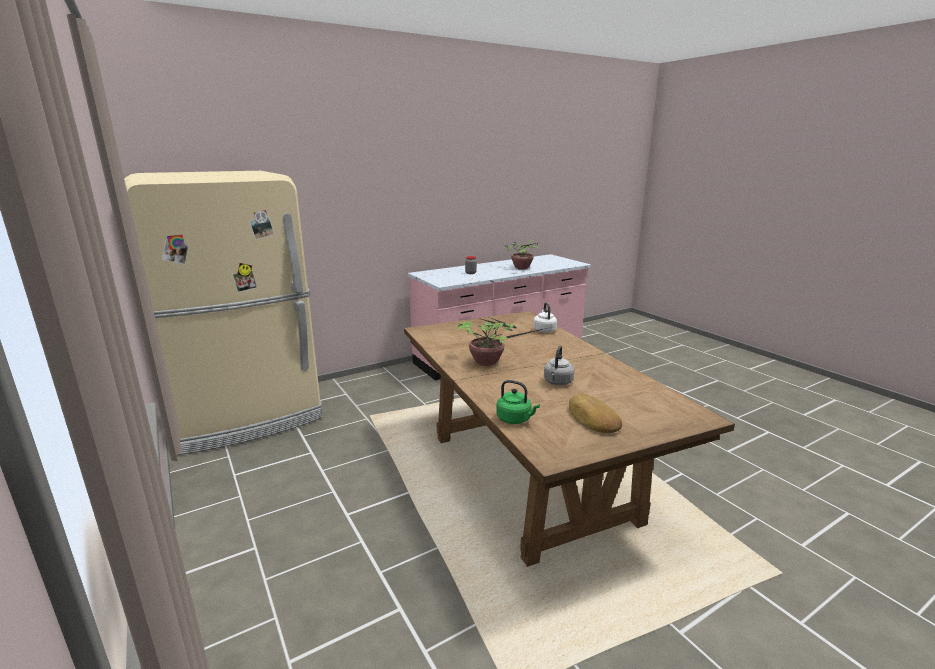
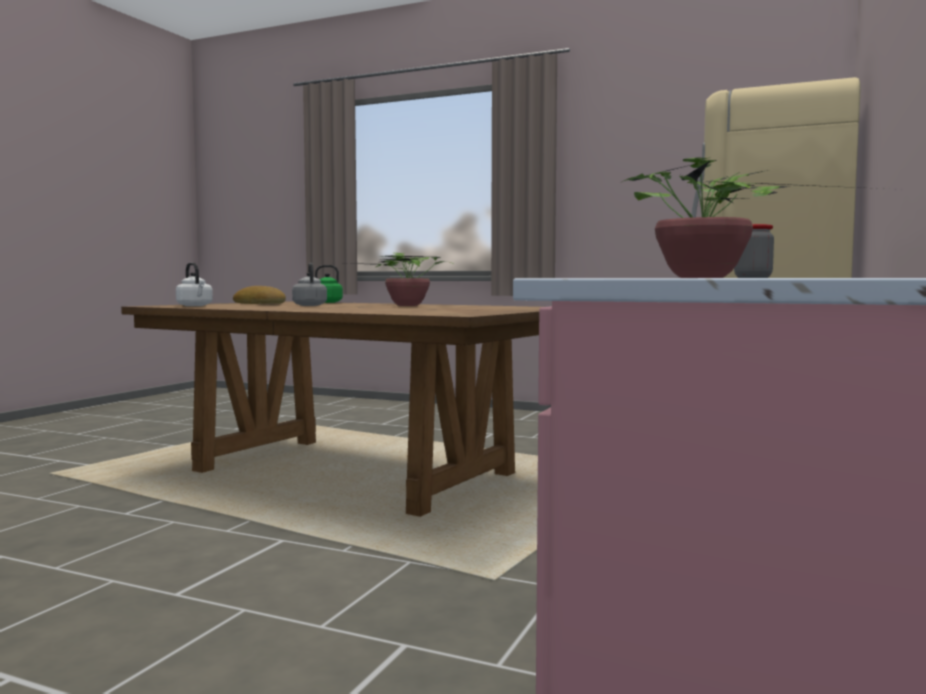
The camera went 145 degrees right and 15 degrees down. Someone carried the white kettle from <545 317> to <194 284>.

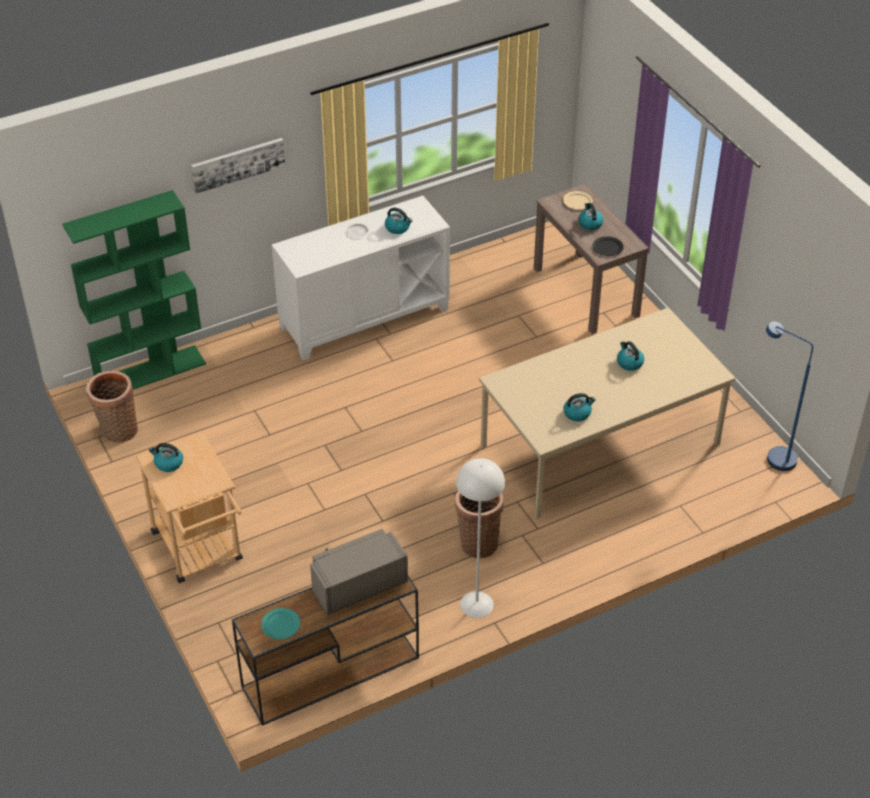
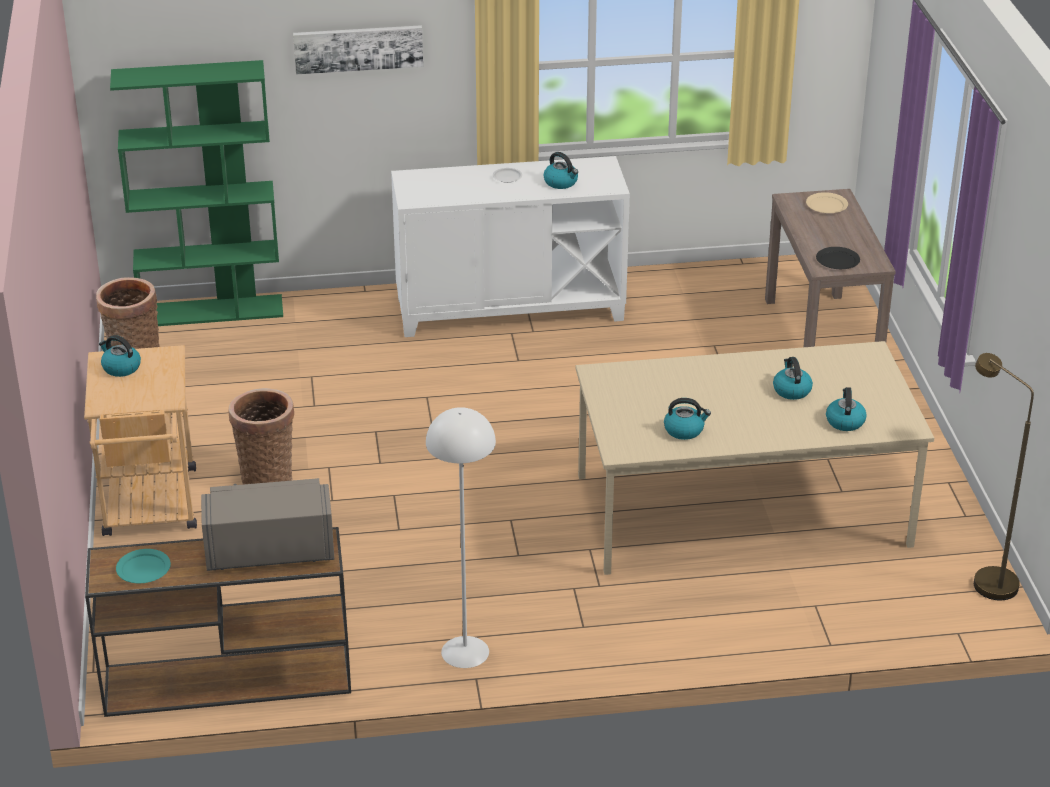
The camera went 20 degrees right and 10 degrees down. Someone carried the kettle from <590 216> to <846 409>. Someone repainted the blue floor lamp at <789 396>, which became the brown floor lamp at <1004 476>. Someone carried the basket from <479 524> to <261 436>.

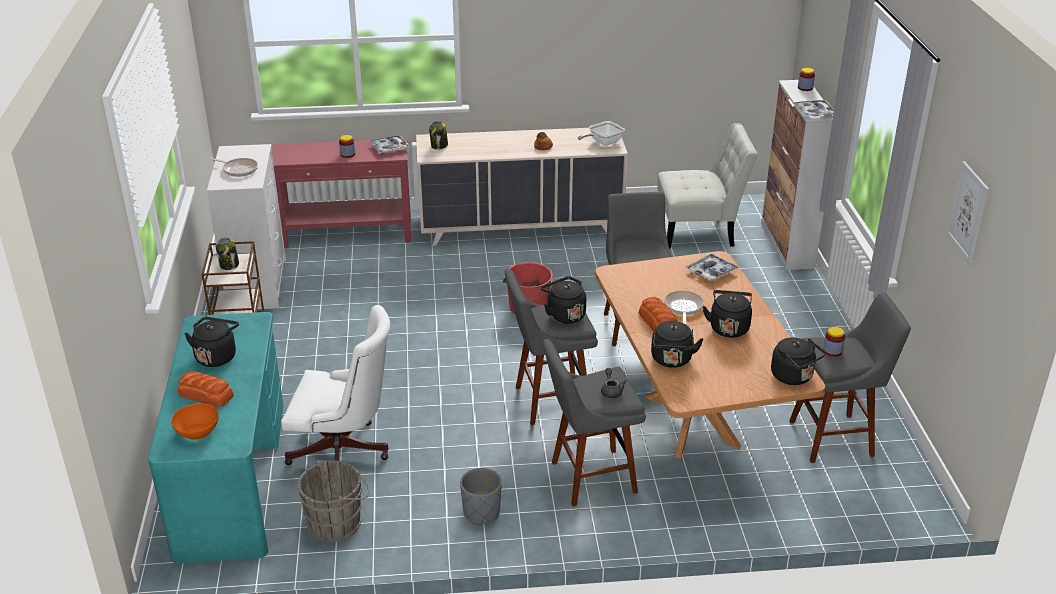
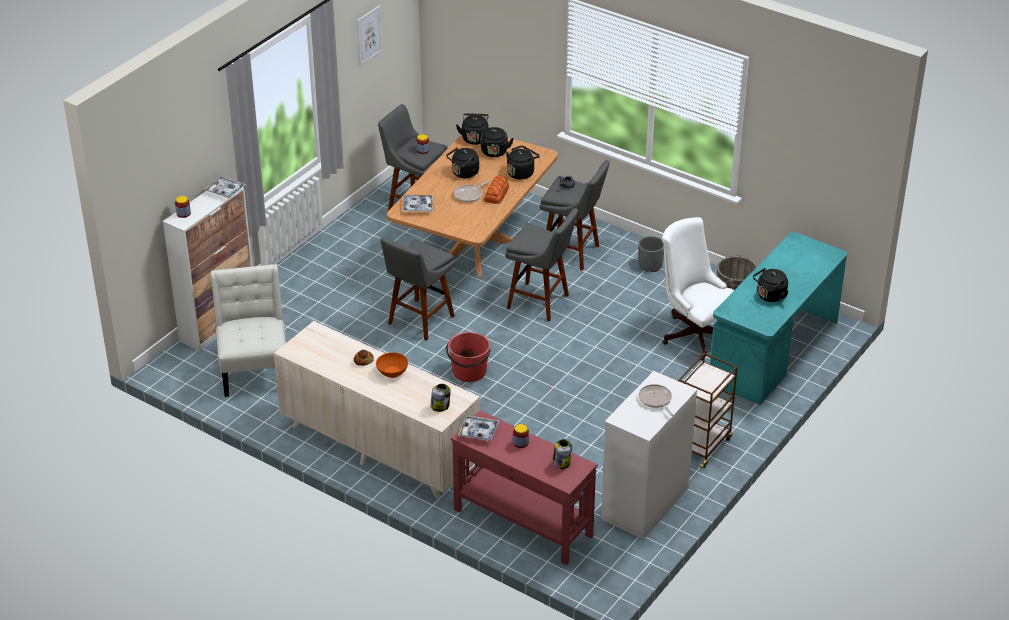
The camera went 140 degrees left and 5 degrees up. Someone took away the frying pan at <601 133>. Someone rotated the white chair at <708 186> by 45 degrees clockwise. Someone carried the jar from <227 253> to <562 454>. Someone carried the black kettle from <563 300> to <497 142>. Someone took away the bread at <206 389>. Someone carried the orange bowl from <195 421> to <392 365>.

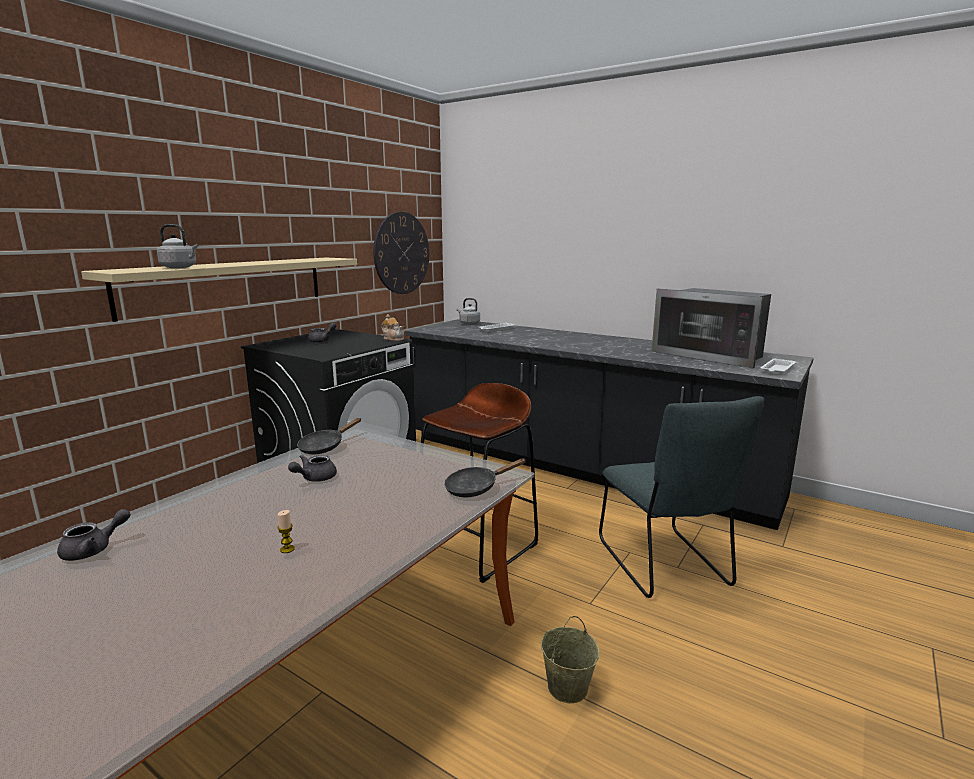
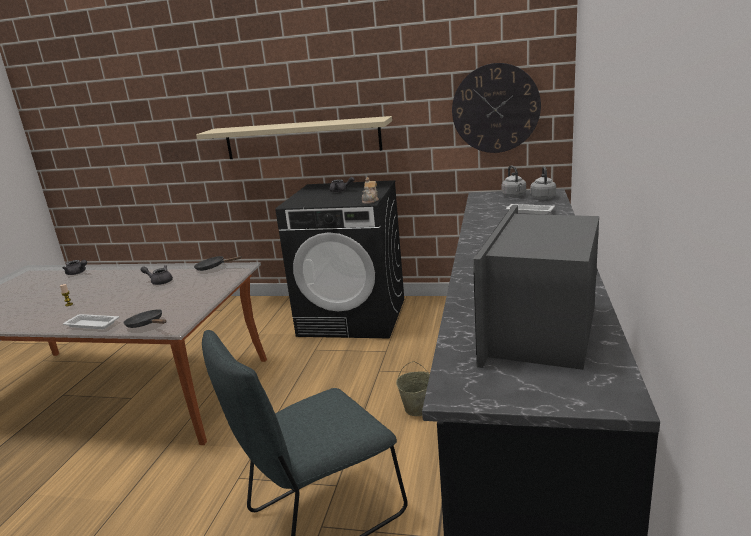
The camera went 70 degrees right and 5 degrees up. Someone carried the grey kettle from <178 246> to <513 181>. Someone carried the white tray from <778 366> to <91 321>. Someone took away the brown stool at <479 483>. Someone carried the beige bucket from <570 659> to <413 388>.

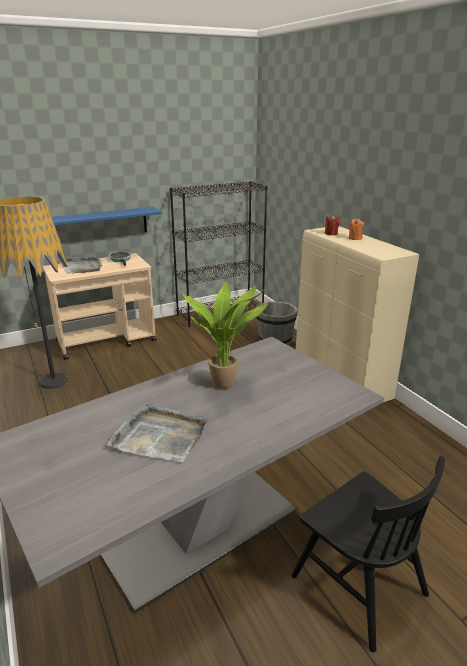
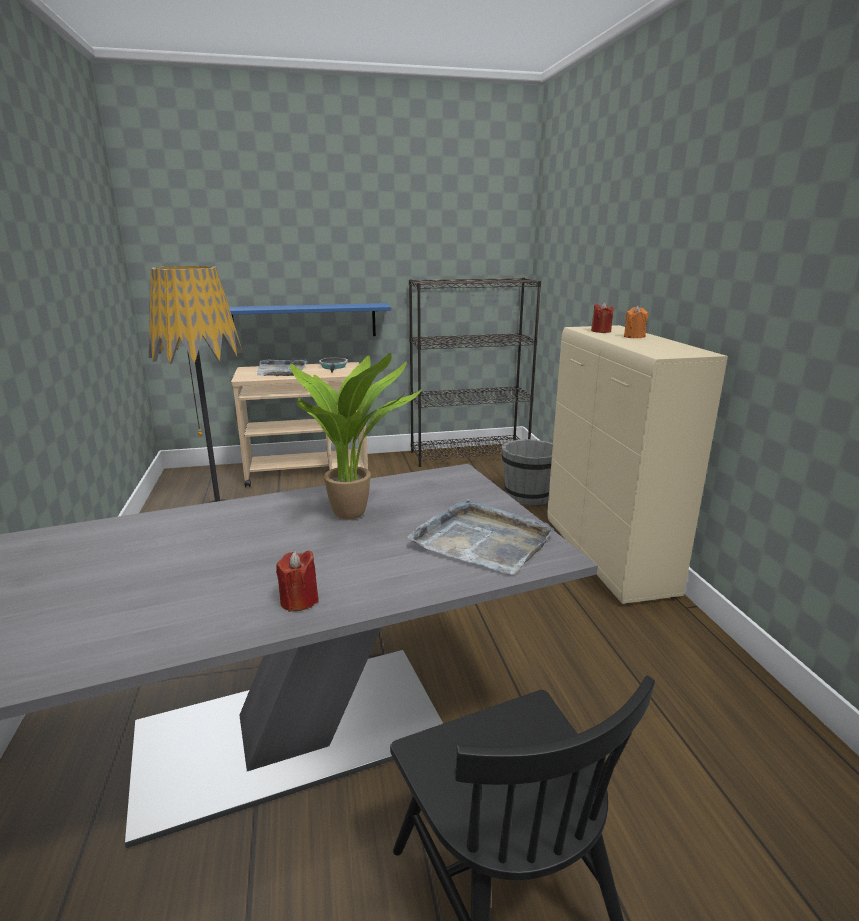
The camera went 15 degrees right and 5 degrees down. Someone carried the grey tray from <157 432> to <480 536>. Someone put down the red candle at <297 581>.

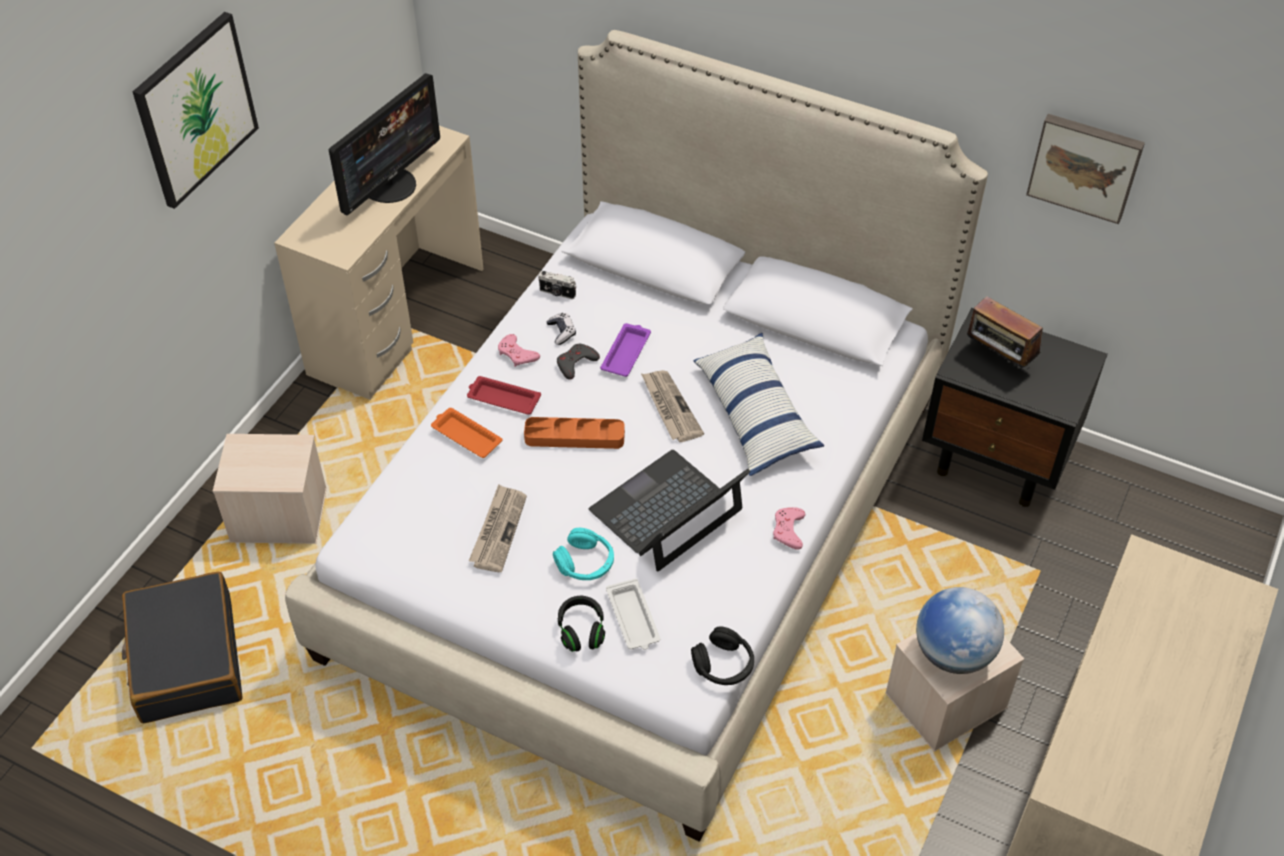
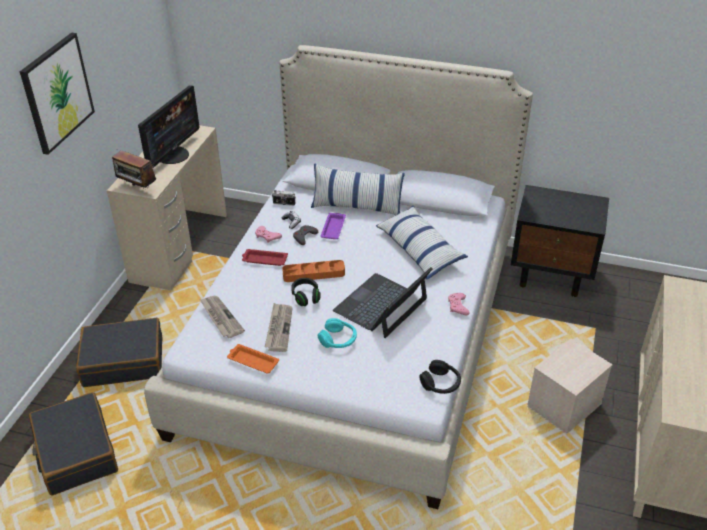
The camera went 10 degrees left and 10 degrees down. Someone took away the picture at <1085 169>. Someone carried the radio from <1005 333> to <134 169>. Someone carried the newspaper from <672 406> to <222 317>. Someone carried the orange tray from <467 433> to <253 359>. Someone swapped the beige storage box at <270 489> for the black suitcase at <119 352>. Someone took away the white tray at <633 614>. Someone took away the globe at <960 630>. Someone carried the black headphones from <581 624> to <306 292>. Someone put down the pillow at <358 189>.

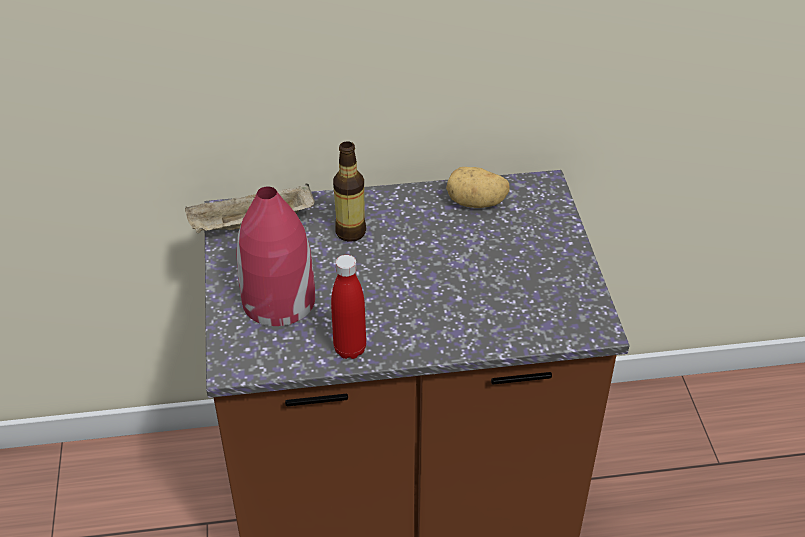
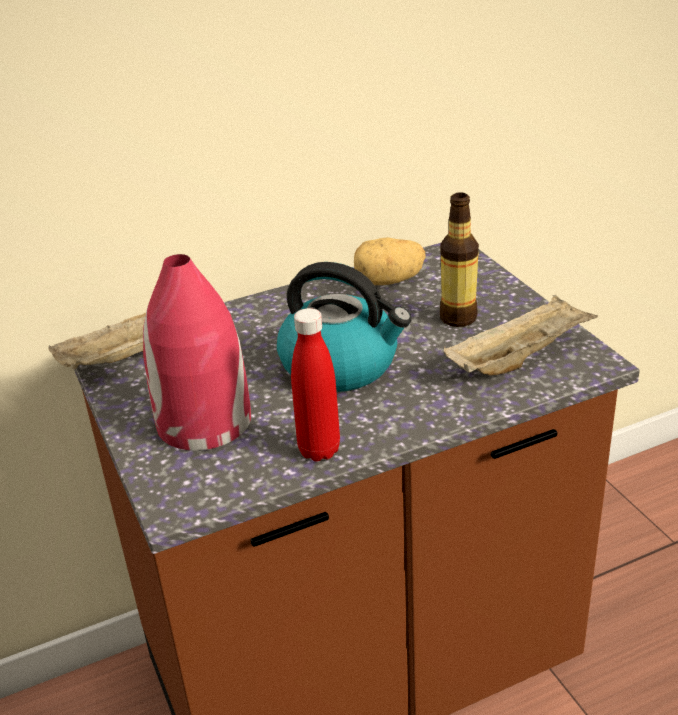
The camera went 15 degrees left and 10 degrees down. Someone carried the bottle from <349 191> to <459 259>. Someone put down the kettle at <344 327>. Someone put down the beige tray at <521 335>.

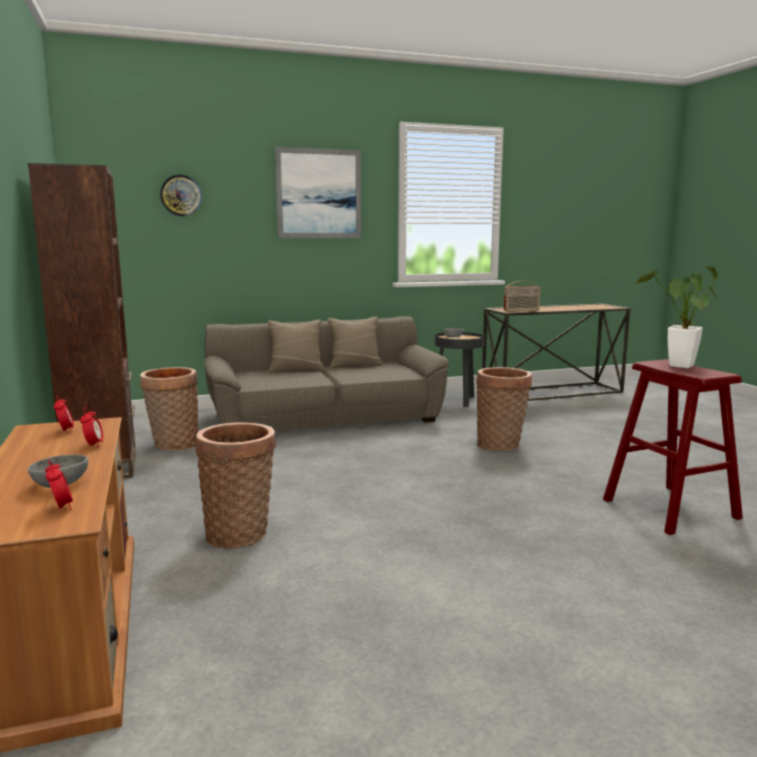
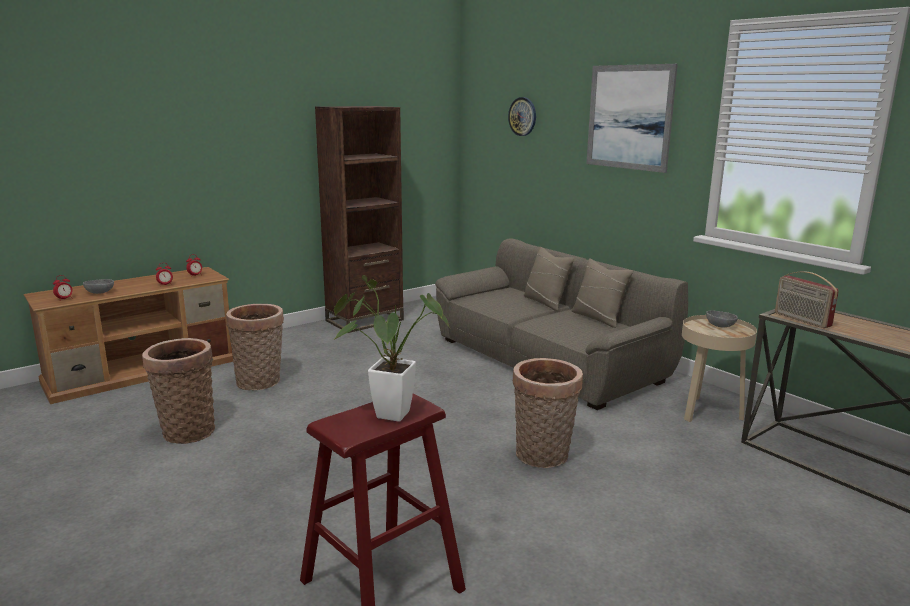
The camera went 70 degrees right and 5 degrees up. Someone repainted the black side table at <459 369>, which became the beige side table at <719 368>. Someone carried the basket from <169 408> to <178 391>.

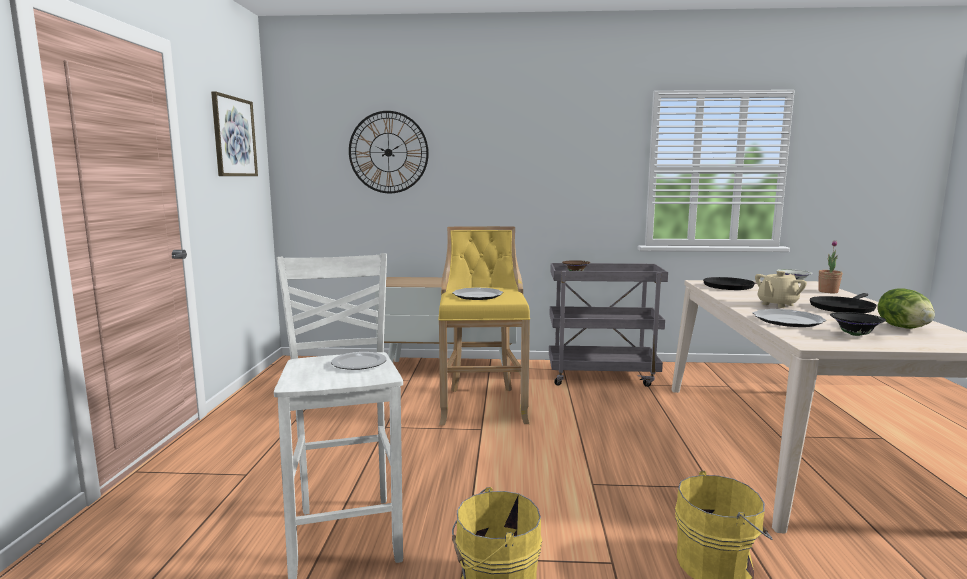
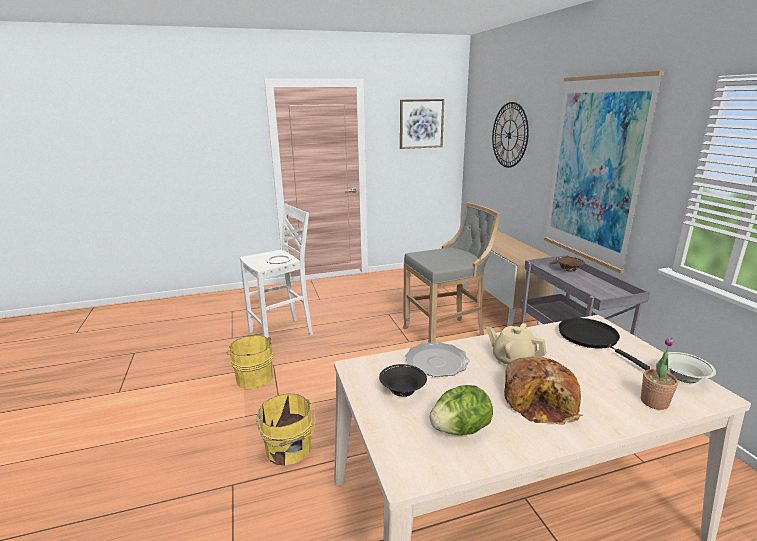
The camera went 70 degrees right and 10 degrees up. Someone repainted the yellow stool at <484 326>, which became the grey stool at <451 273>. Someone took away the plate at <477 293>. Someone swapped the black frying pan at <843 303> for the bread at <543 390>. Someone put up the picture at <604 172>.

